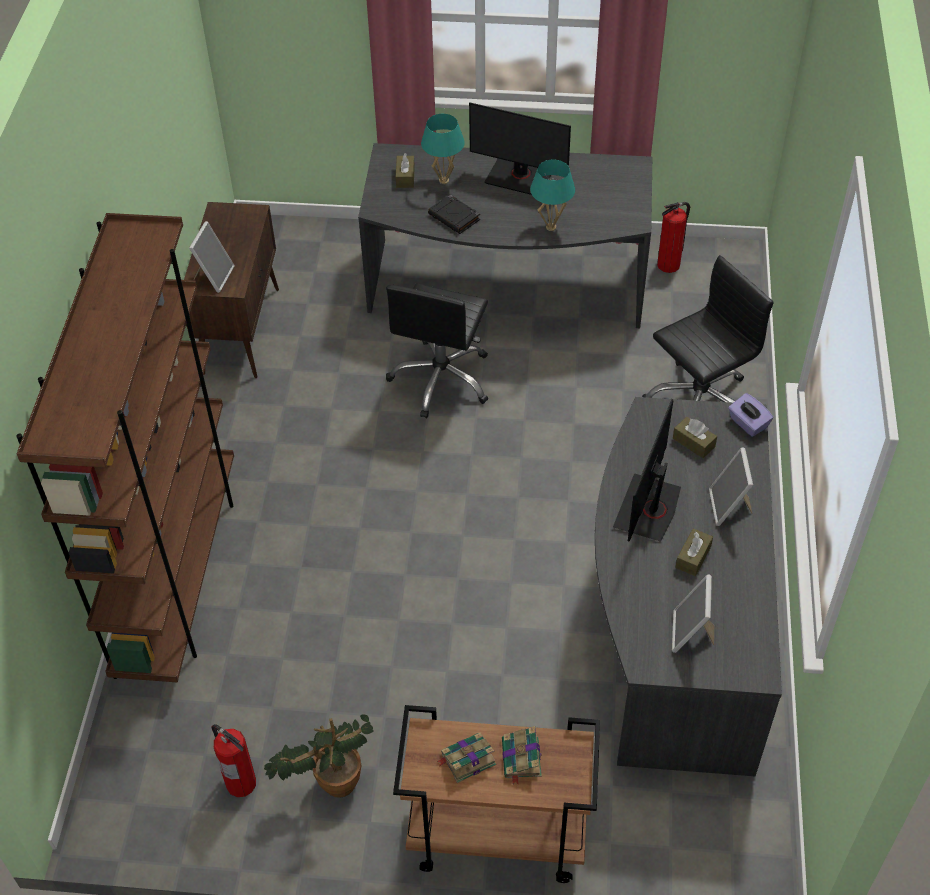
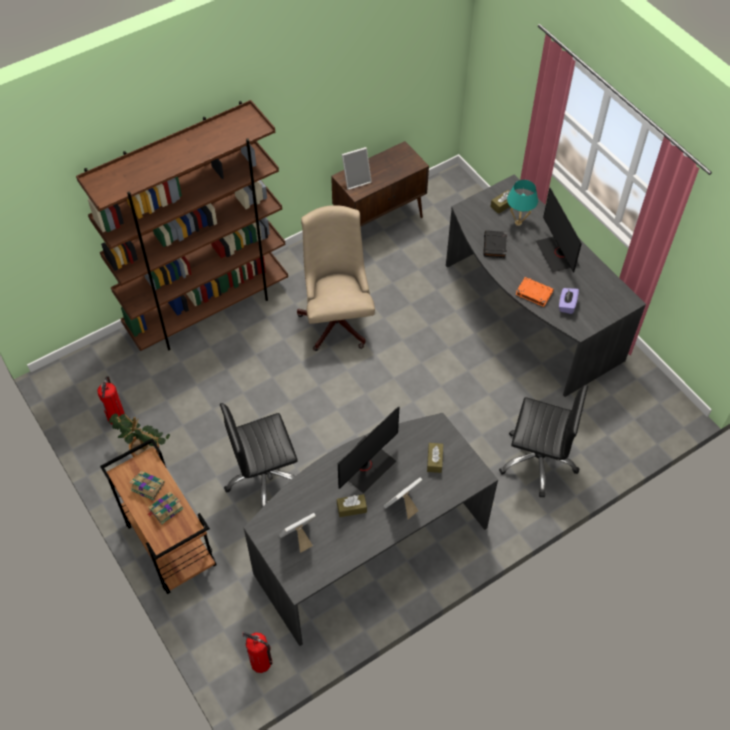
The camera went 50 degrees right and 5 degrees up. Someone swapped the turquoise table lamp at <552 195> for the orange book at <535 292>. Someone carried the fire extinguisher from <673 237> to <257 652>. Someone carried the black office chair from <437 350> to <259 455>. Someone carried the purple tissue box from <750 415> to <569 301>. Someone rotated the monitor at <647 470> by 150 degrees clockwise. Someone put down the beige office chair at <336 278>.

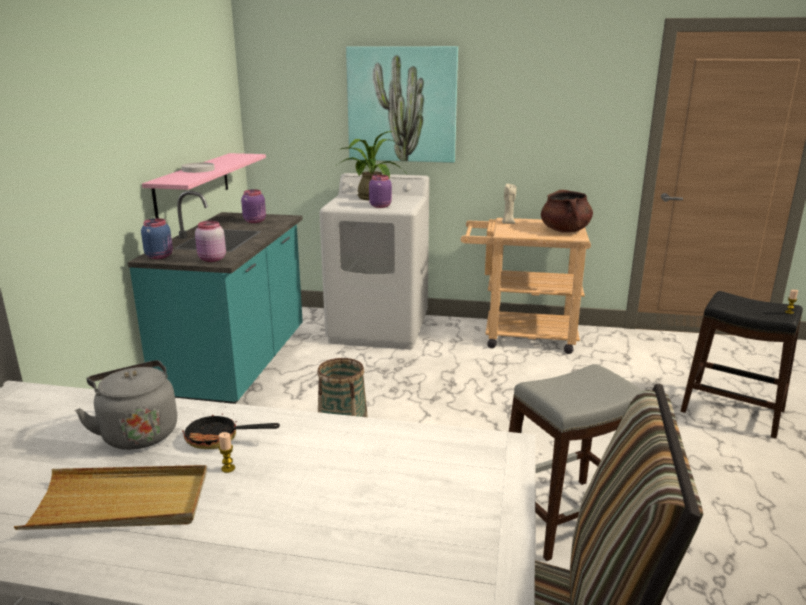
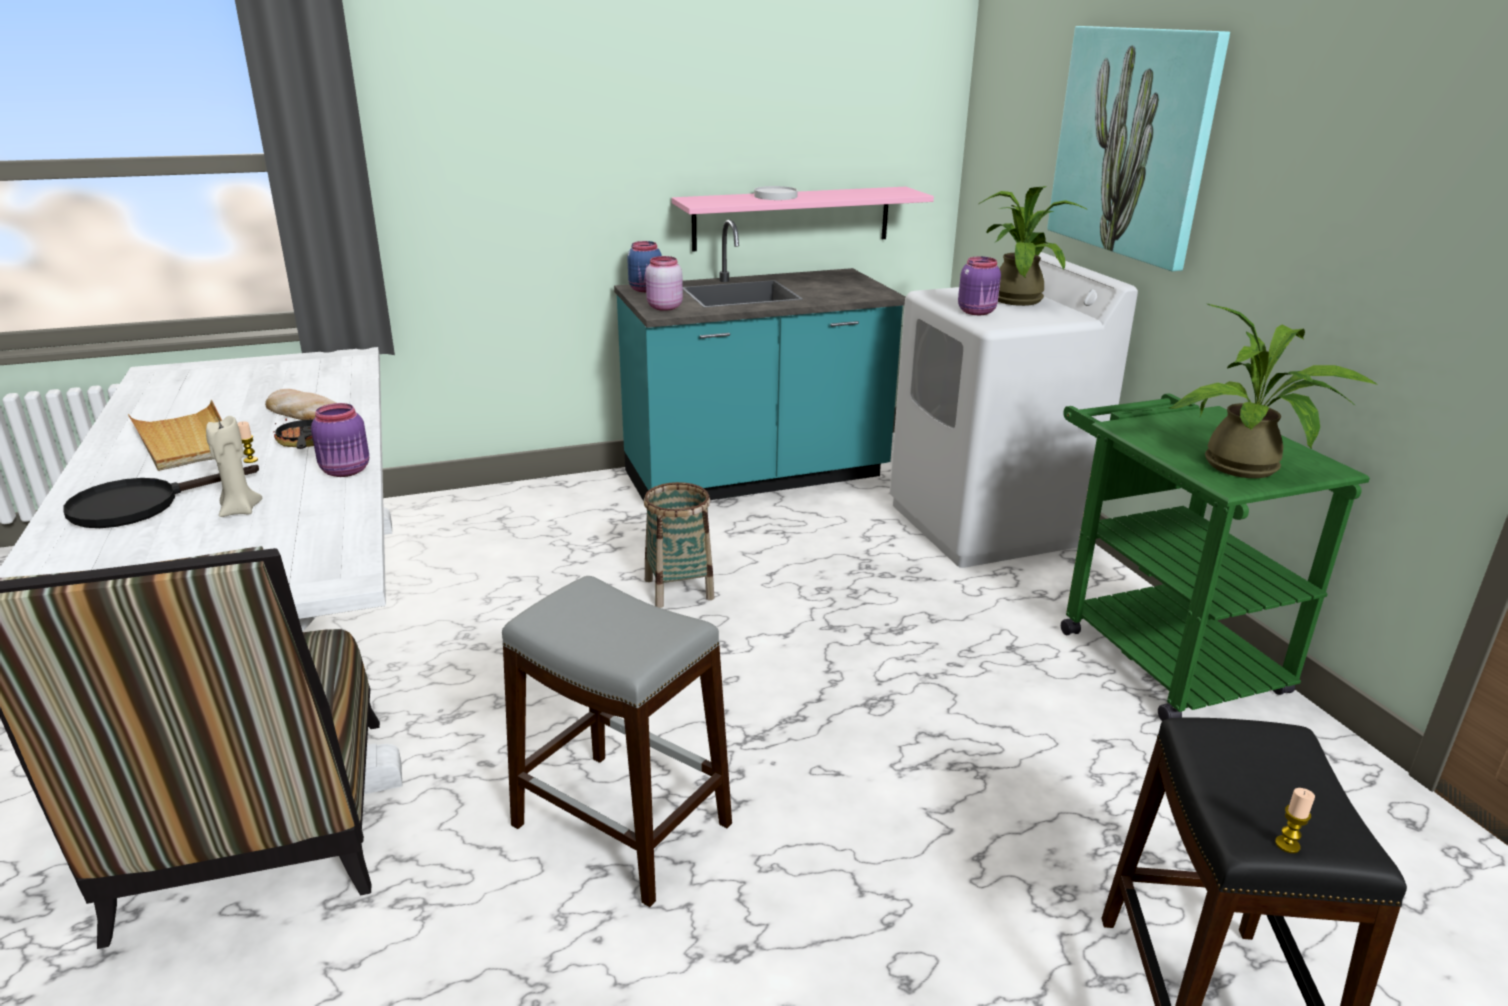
The camera went 60 degrees right and 5 degrees up. Someone carried the beige candle from <509 204> to <234 466>. Someone carried the purple jar from <253 206> to <340 440>. Someone swapped the brown cooking pot at <567 211> for the potted plant at <1274 391>. Someone repainted the beige cart at <525 286>, which became the green cart at <1215 557>. Someone swapped the grey kettle at <126 405> for the bread at <300 404>. Someone put down the black frying pan at <161 496>.

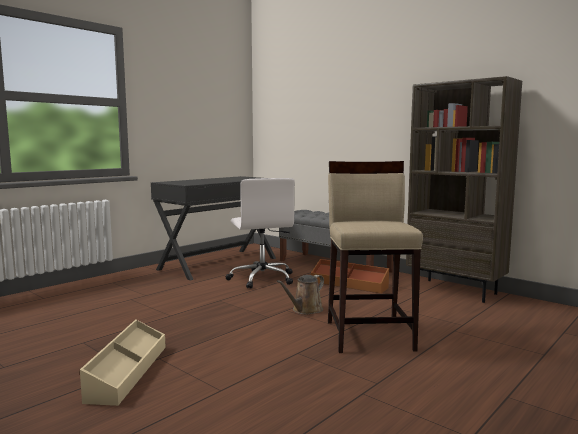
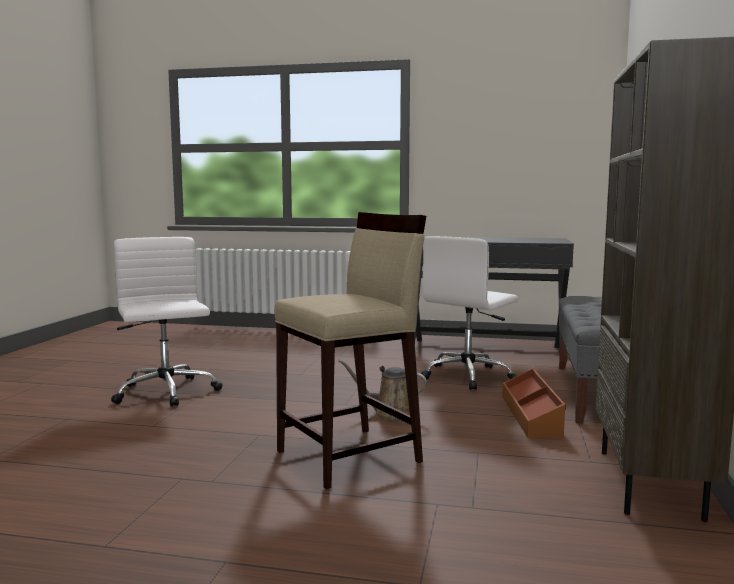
The camera went 60 degrees right and 0 degrees up. Someone swapped the beige storage box at <122 362> for the white office chair at <167 322>.

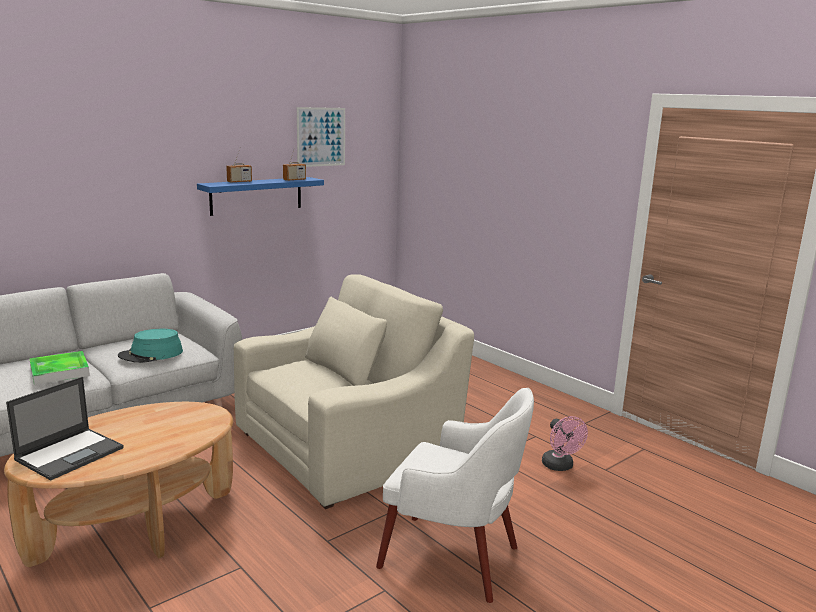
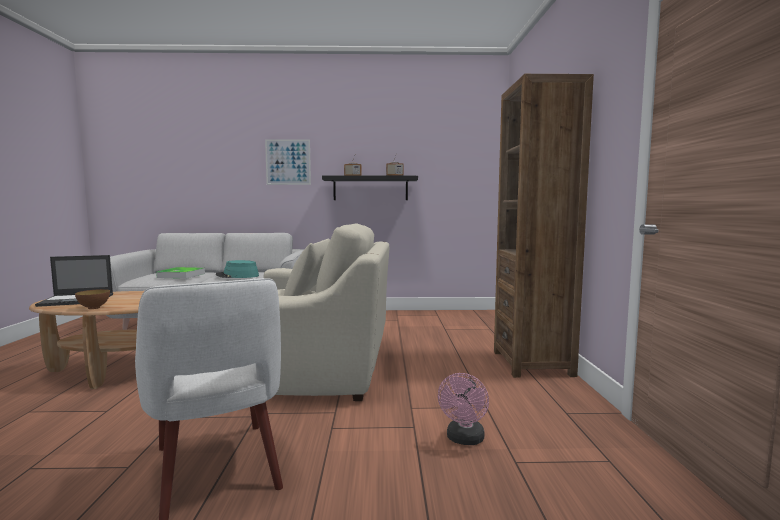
The camera went 40 degrees right and 10 degrees down. Someone carried the picture from <321 137> to <288 162>. Someone repainted the blue shelf at <260 196>, which became the black shelf at <370 187>. Someone put down the brown bookcase at <544 226>. Someone put down the bowl at <92 299>.

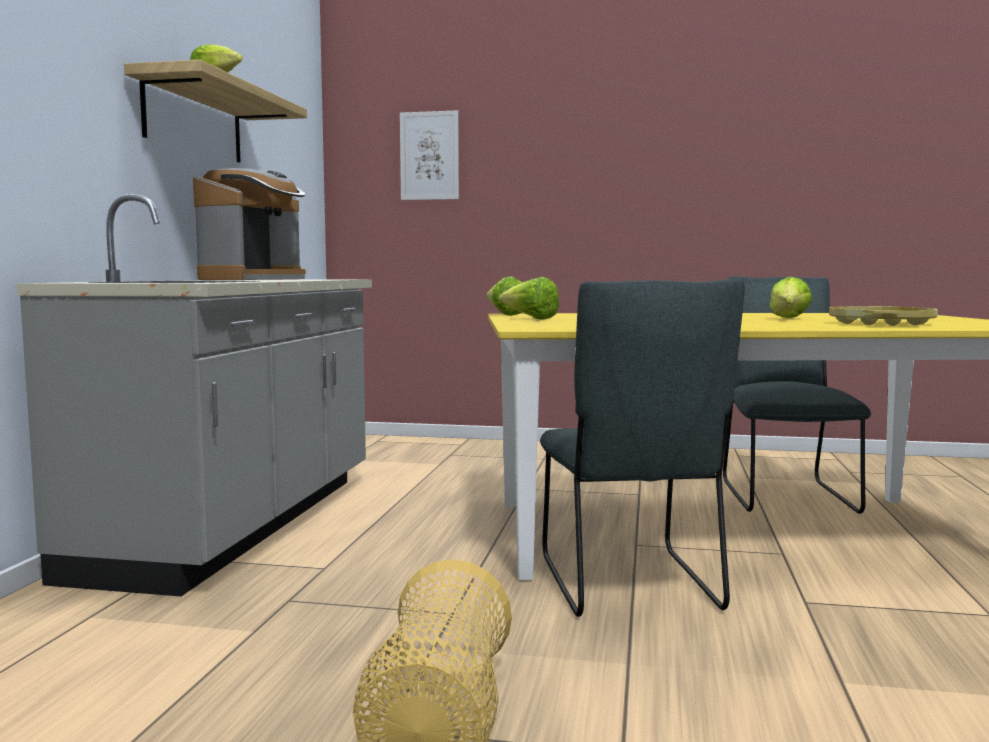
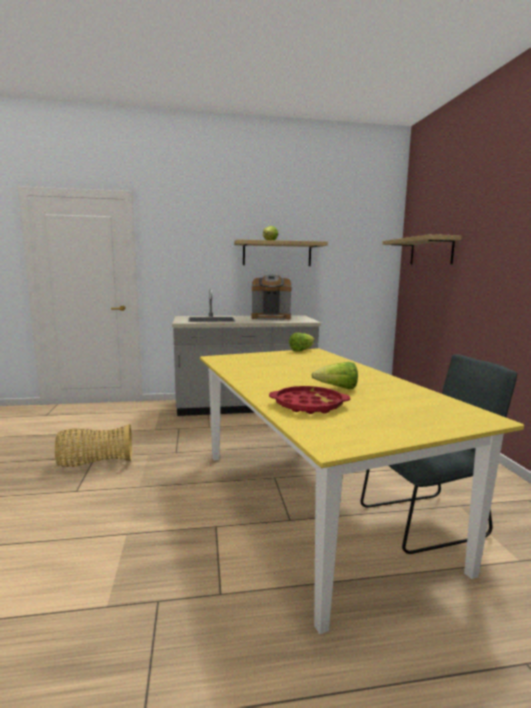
The camera went 70 degrees right and 5 degrees up. Someone swapped the picture at <429 155> for the shelf at <422 249>. Someone took away the lettuce at <529 298>. Someone took away the grey chair at <642 448>. Someone repainted the yellow tray at <883 316>, which became the red tray at <309 400>.

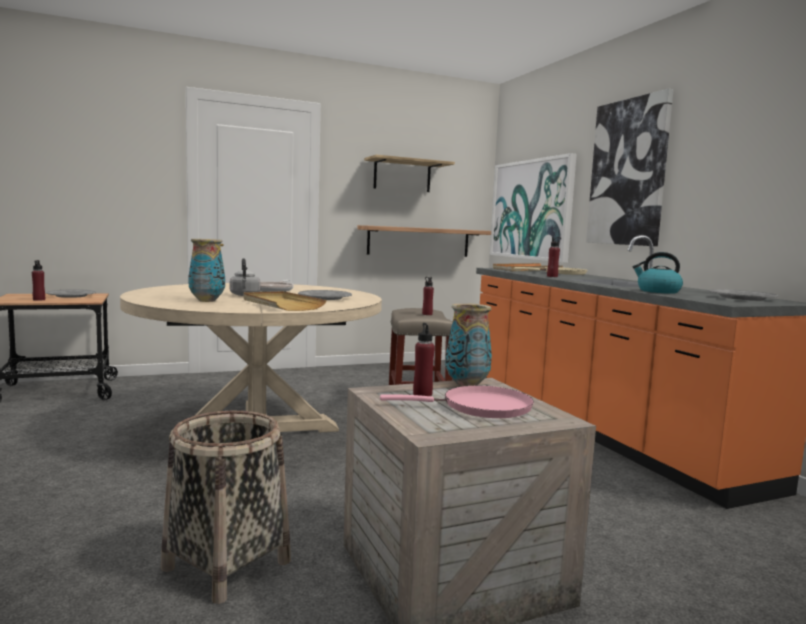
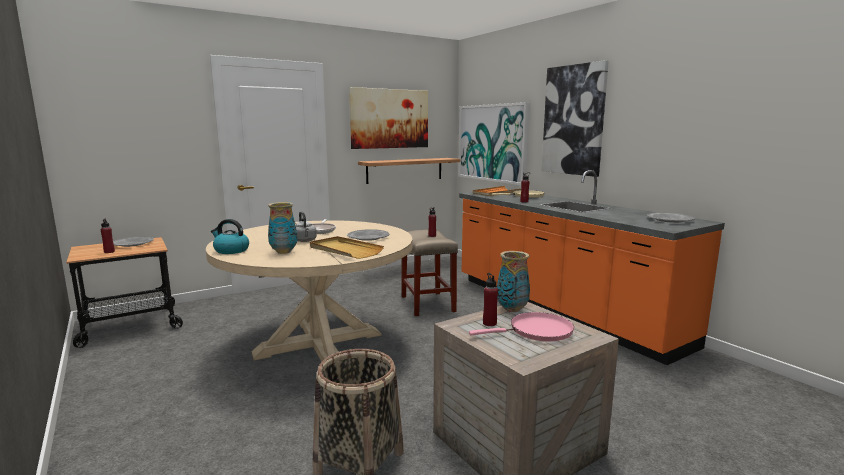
The camera went 10 degrees left and 5 degrees up. Someone swapped the shelf at <409 173> for the picture at <388 118>. Someone carried the kettle from <658 273> to <230 236>.

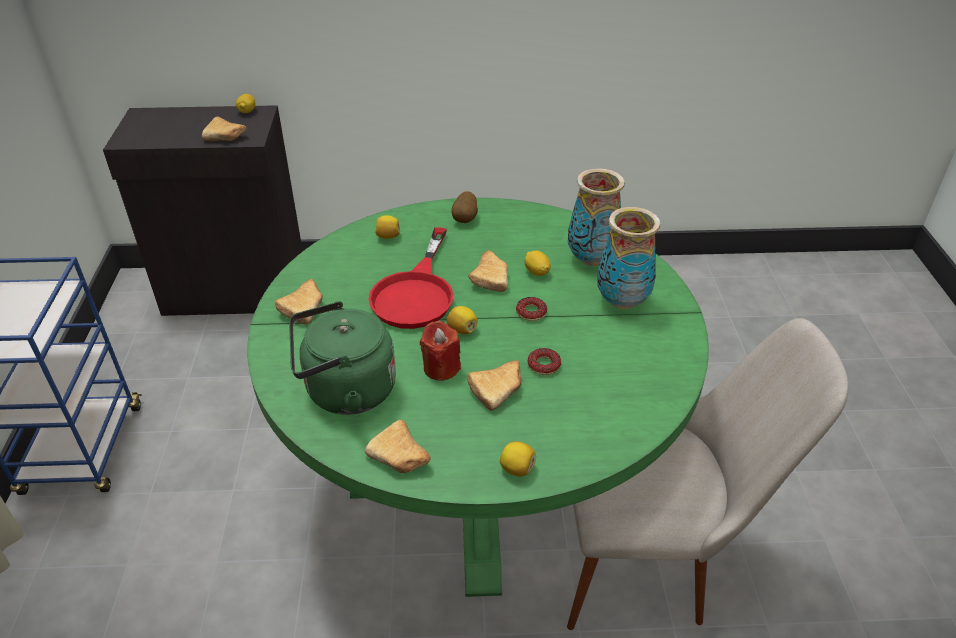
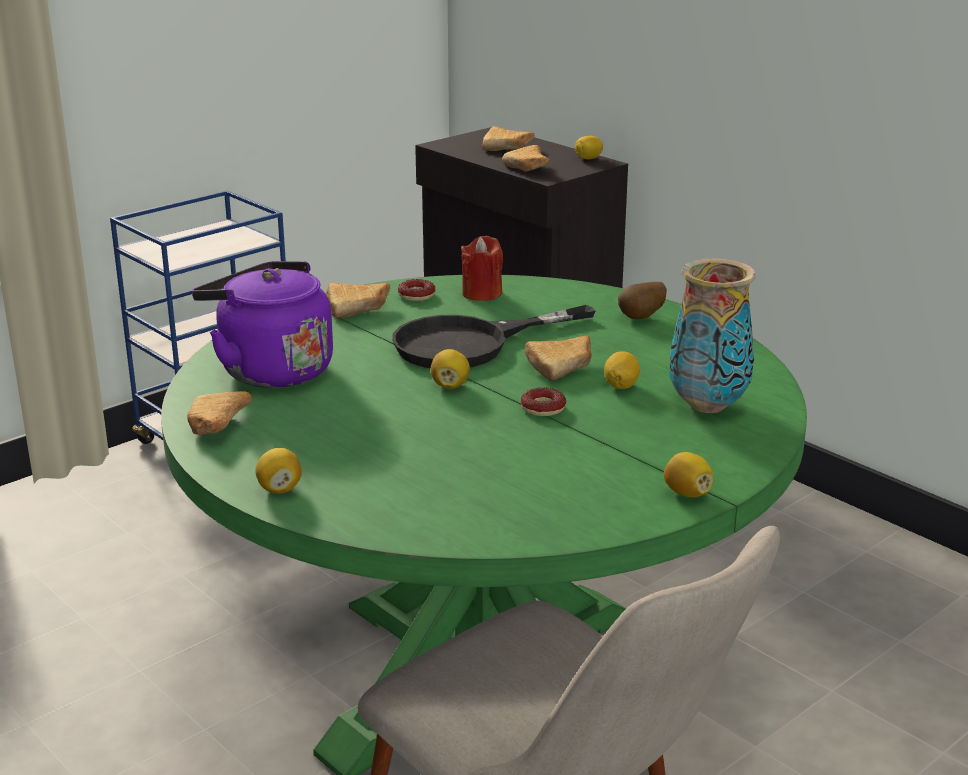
The camera went 50 degrees right and 15 degrees down. Someone took away the vase at <628 258>. Someone carried the lemon from <387 227> to <689 474>. Someone repainted the red frying pan at <411 278>, which became the black frying pan at <494 336>. Someone repainted the green kettle at <342 358>, which became the purple kettle at <262 324>. Someone carried the red candle from <440 350> to <482 268>. Someone carried the donut from <544 361> to <416 290>. Someone carried the bread from <495 385> to <508 138>.

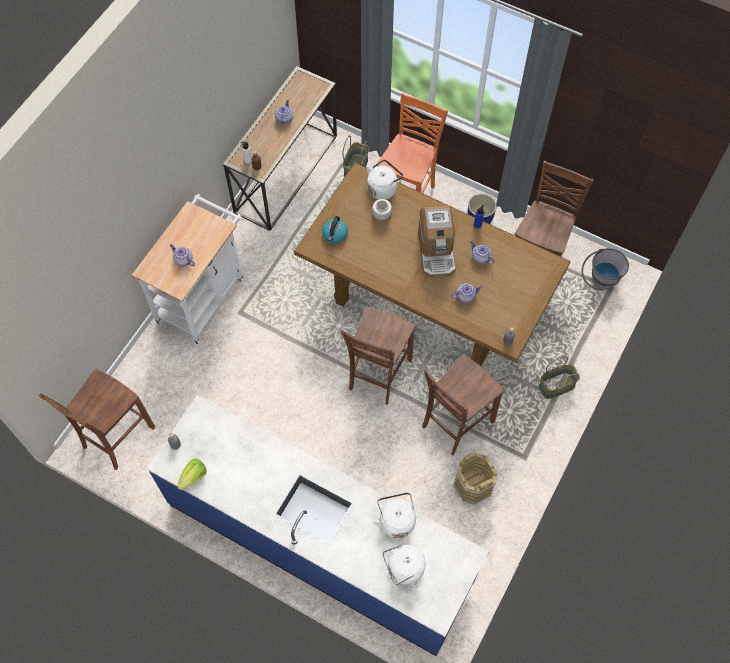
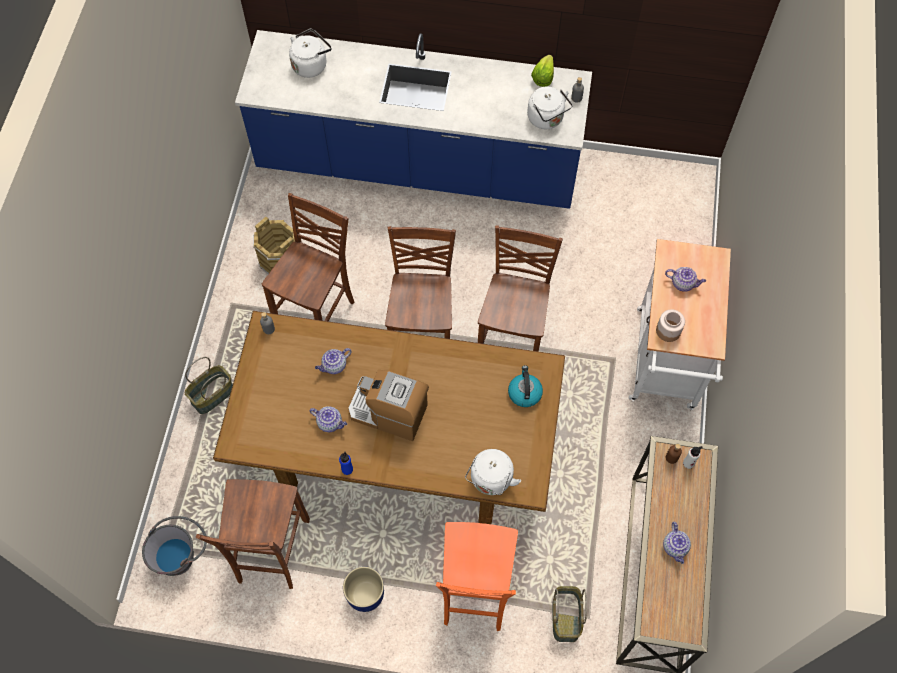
The camera went 160 degrees right and 0 degrees up. Someone carried the jar from <382 211> to <670 325>. Someone rotated the coffee machine at <436 241> by 45 degrees counterclockwise. Someone carried the brown chair from <97 419> to <520 289>. Someone carried the white kettle from <394 515> to <550 107>.

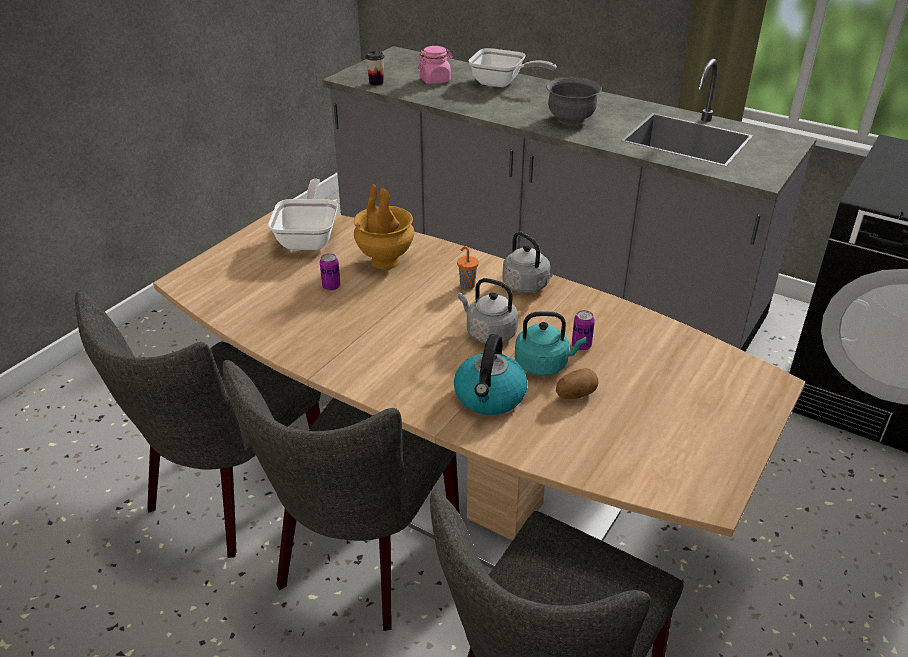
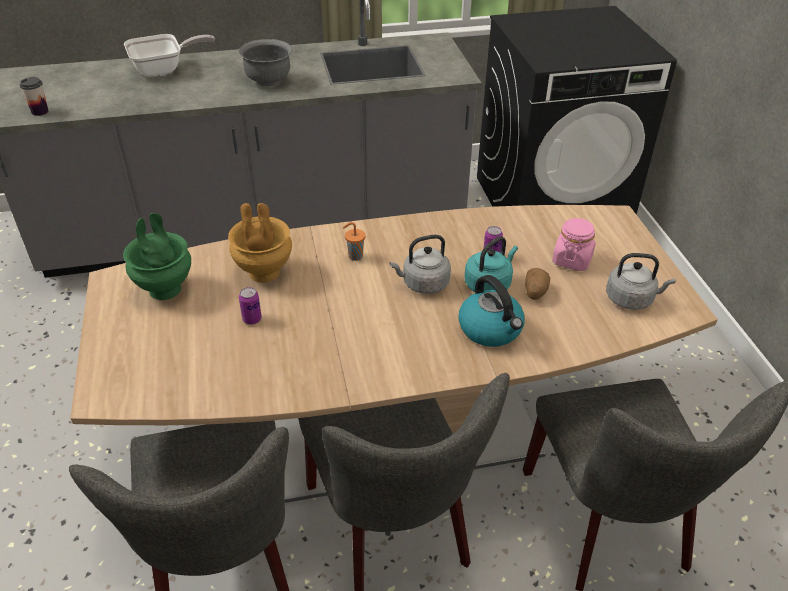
The camera went 45 degrees left and 5 degrees up. Someone carried the pink jar from <435 65> to <573 244>. Someone swapped the frying pan at <303 214> for the green vase at <157 256>. Someone carried the grey kettle from <527 262> to <641 281>.

